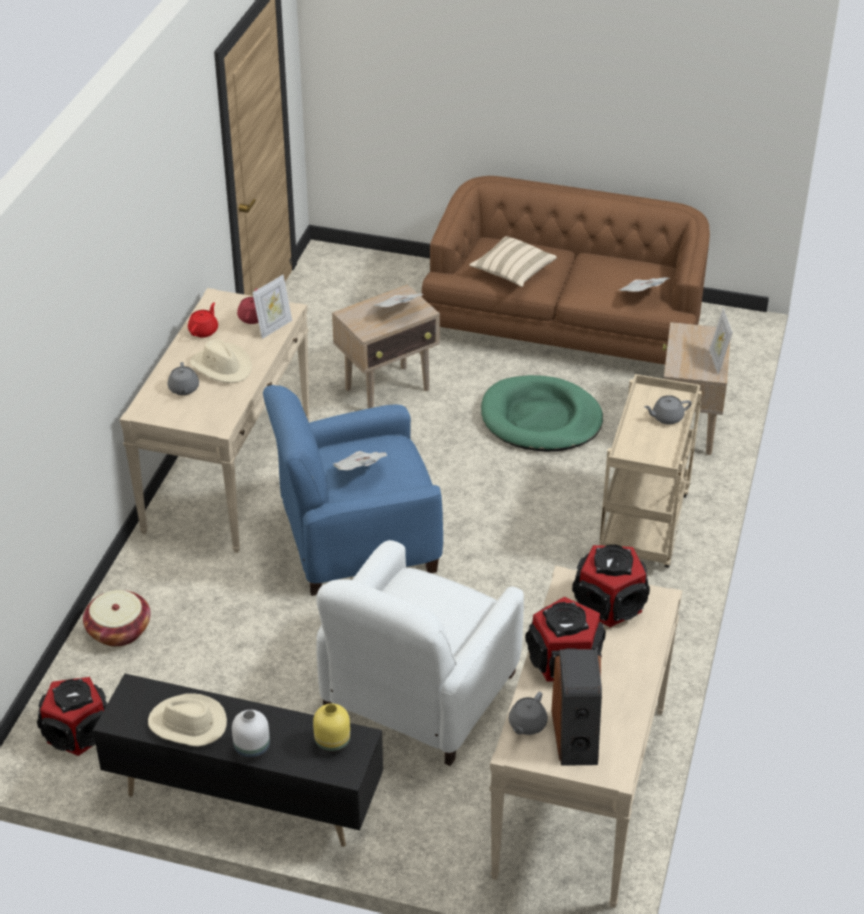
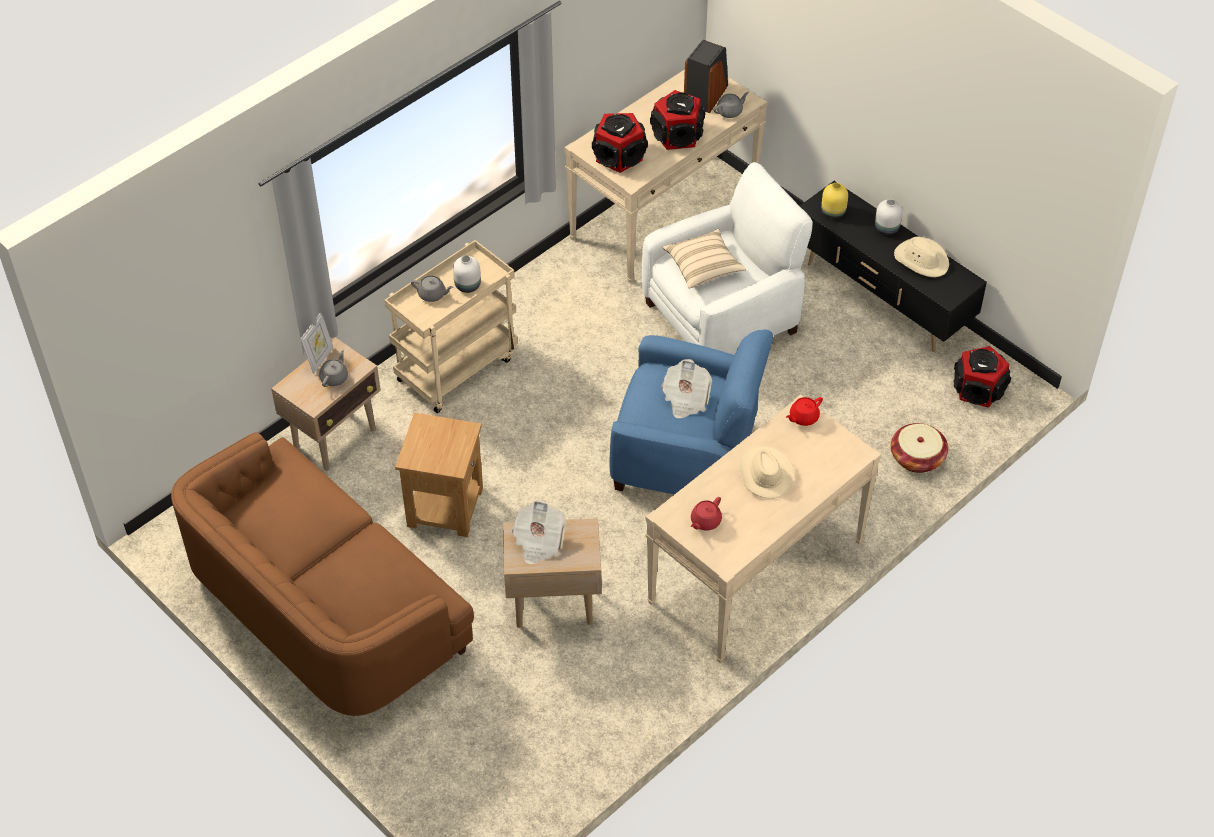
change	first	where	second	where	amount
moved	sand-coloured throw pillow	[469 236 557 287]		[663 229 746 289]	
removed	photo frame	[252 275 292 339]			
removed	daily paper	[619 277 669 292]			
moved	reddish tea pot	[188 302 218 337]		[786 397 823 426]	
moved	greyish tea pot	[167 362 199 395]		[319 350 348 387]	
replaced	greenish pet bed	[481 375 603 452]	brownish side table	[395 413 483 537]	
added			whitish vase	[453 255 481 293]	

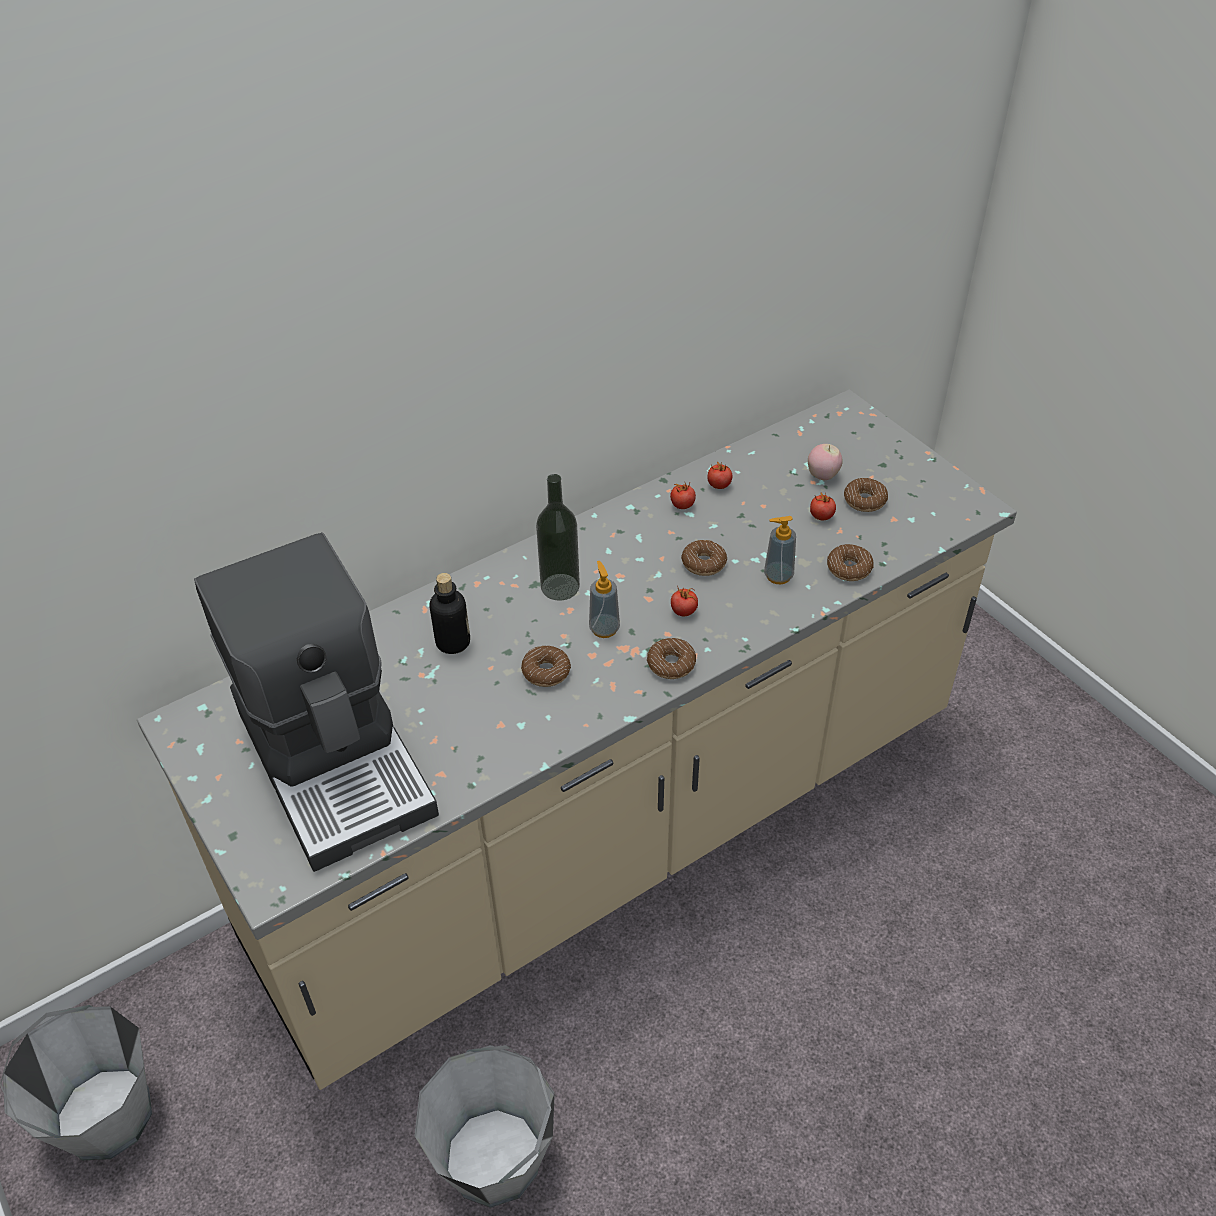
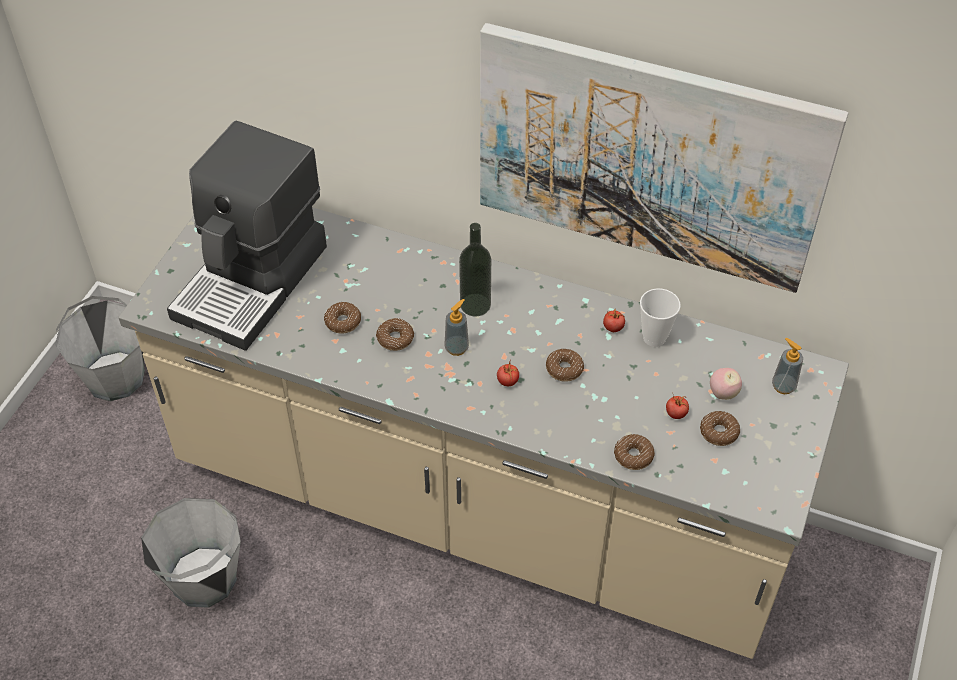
change	first	where	second	where	amount
replaced	whole tomato	[707 461 733 489]	small cup	[640 288 681 347]	
moved	soap dispenser	[764 516 796 584]		[772 338 803 394]	
removed	beverage bottle	[429 573 470 654]			
moved	doughnut	[647 638 696 679]		[324 302 361 334]	
added			wall art	[480 23 848 293]	

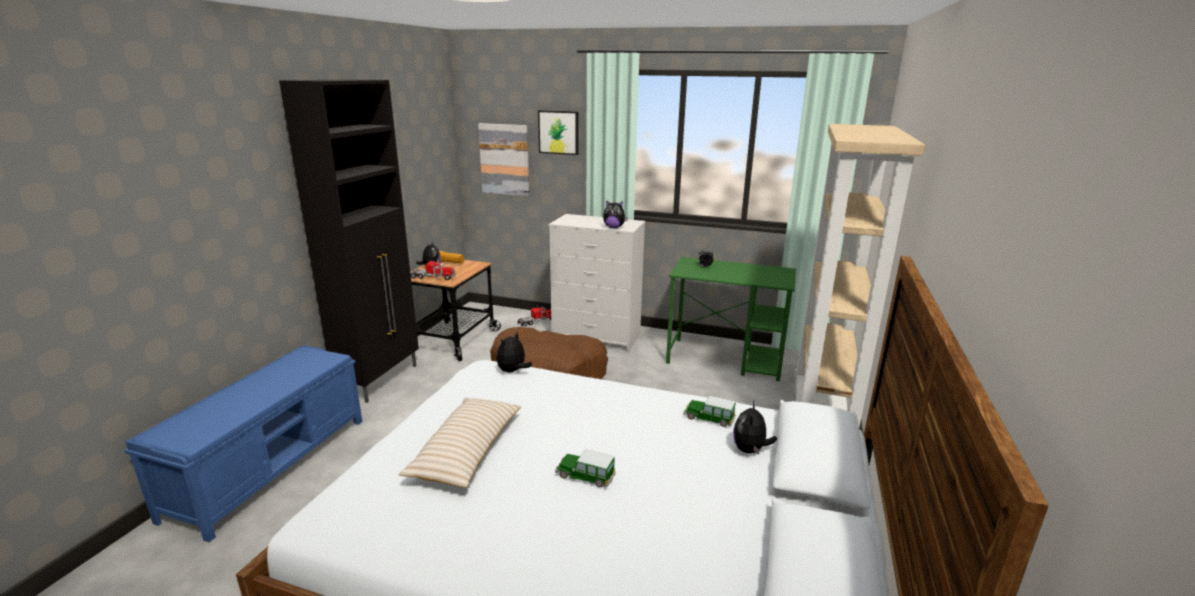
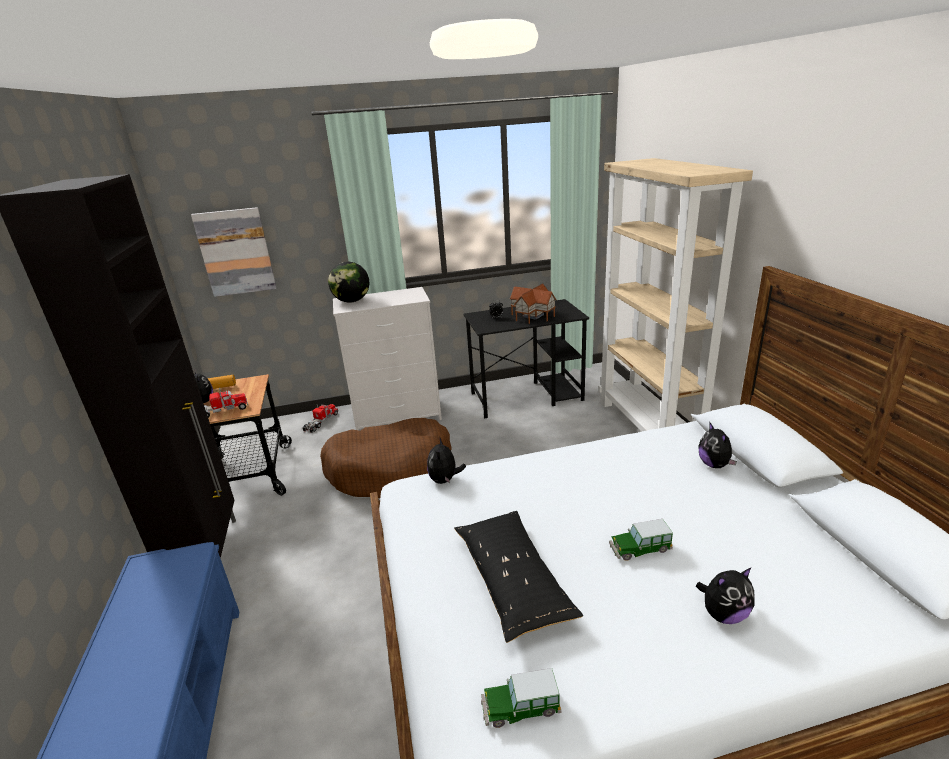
change	first	where	second	where	amount
removed	wall art	[538 110 579 155]			
moved	cuddly toy	[603 200 628 228]		[696 567 755 624]	
recoloured	greenish desk	[666 257 796 381]	black desk	[463 299 589 418]	
moved	model car	[683 396 736 427]		[481 668 561 728]	
recoloured	sand-coloured throw pillow	[398 397 521 488]	black throw pillow	[454 511 583 643]	
added			world globe	[328 262 369 302]	
added			miniature house	[510 283 557 324]	

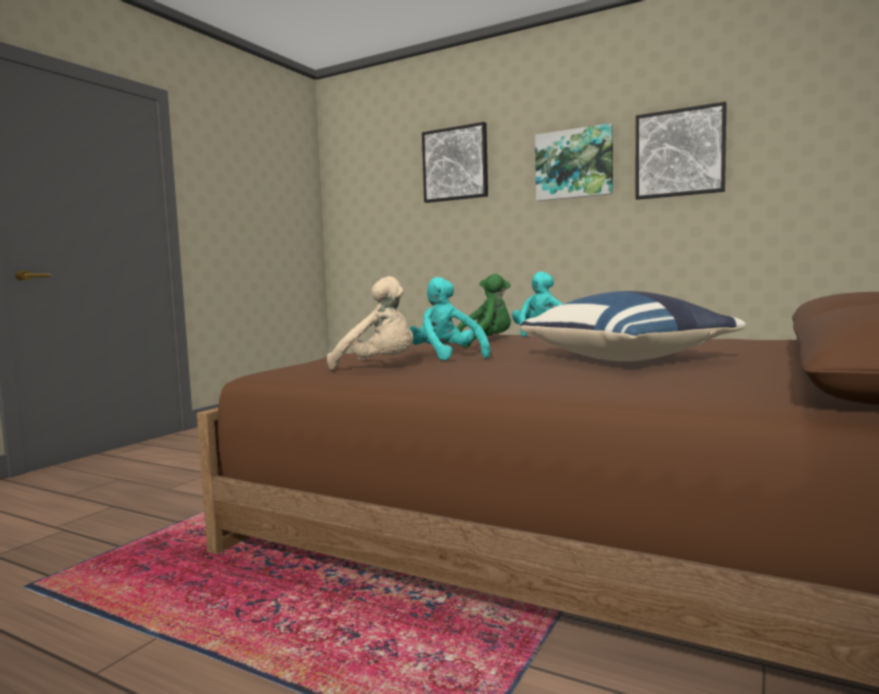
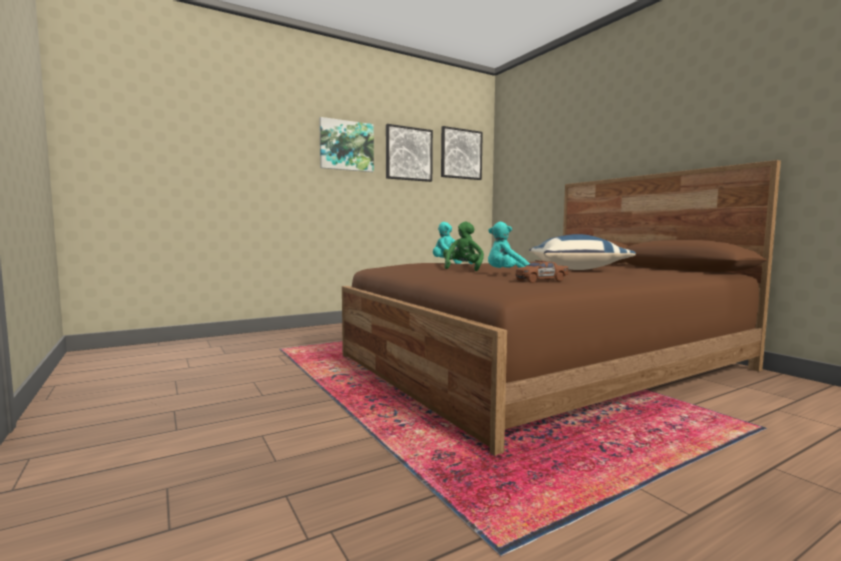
change	first	where	second	where	amount
moved	wall art	[422 122 488 203]		[441 126 483 180]	
replaced	sand-coloured cuddly toy	[327 276 414 370]	brownish model car	[515 260 569 283]	

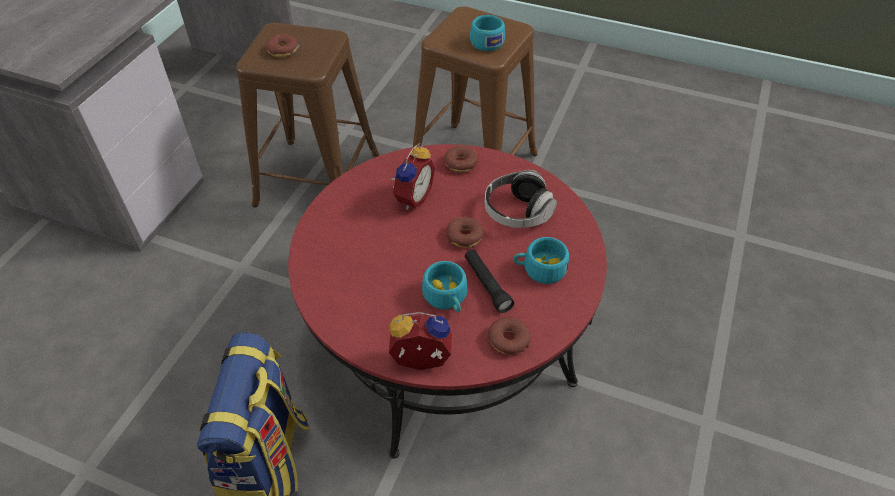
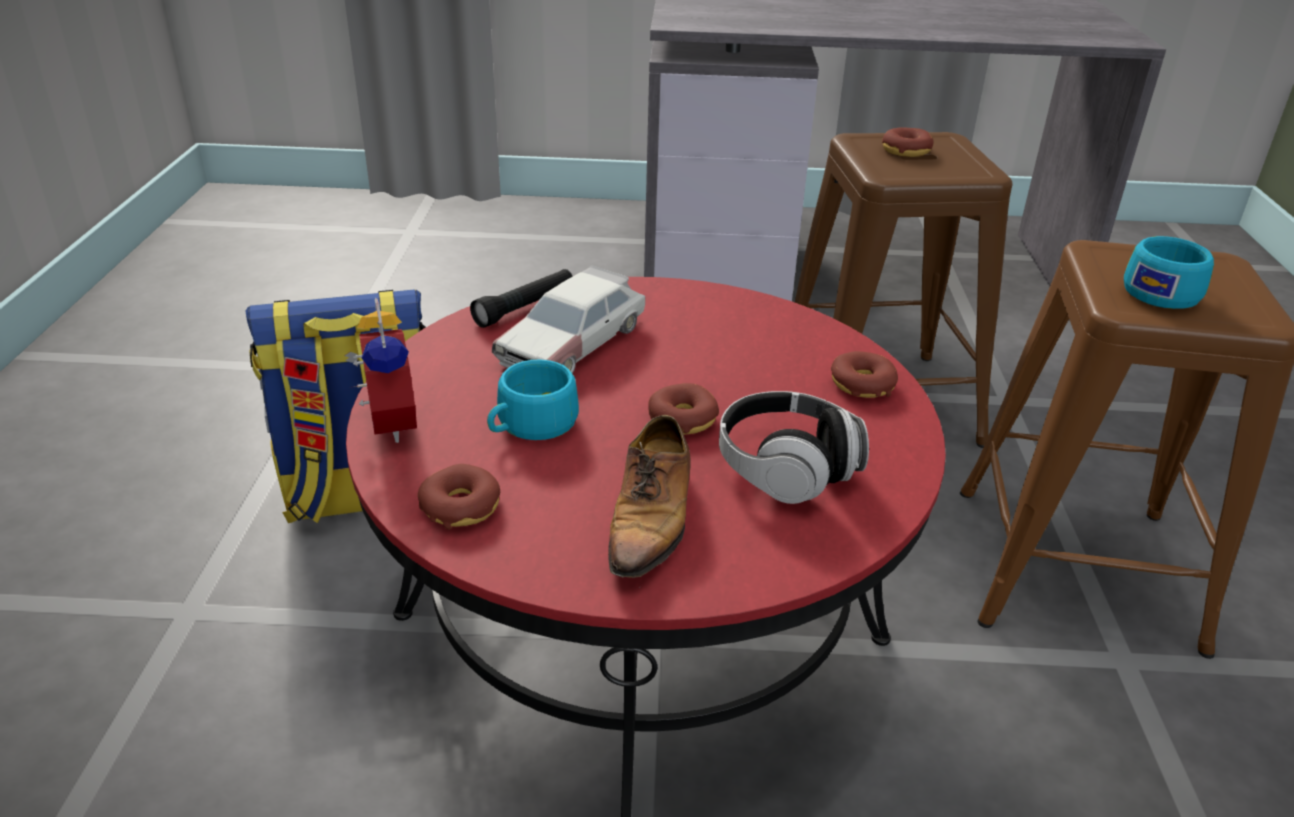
change	first	where	second	where	amount
removed	bedside clock	[390 143 435 210]			
replaced	turquoise-coloured small cup	[513 237 569 284]	item of footwear	[608 415 691 588]	
moved	black flashlight	[465 249 514 313]		[470 269 573 328]	
added			model car	[492 265 645 374]	

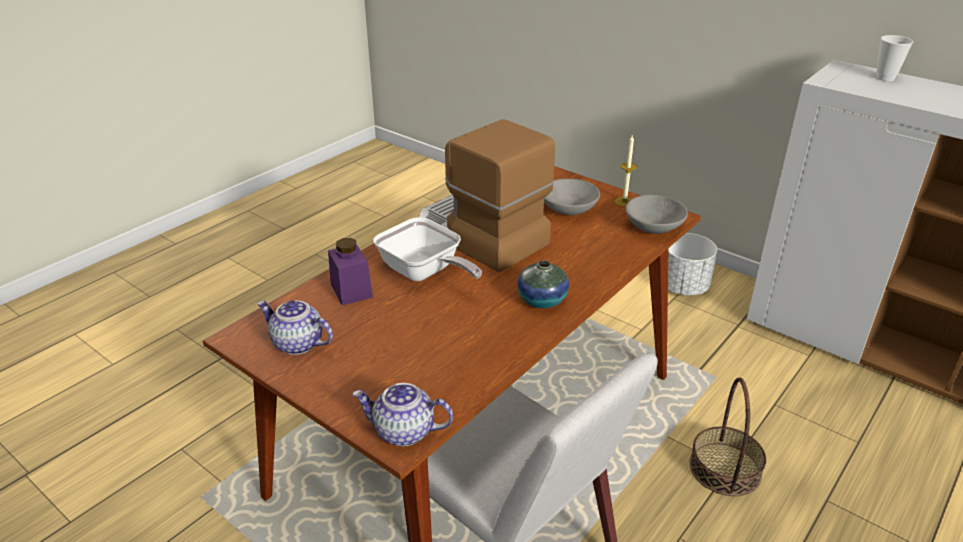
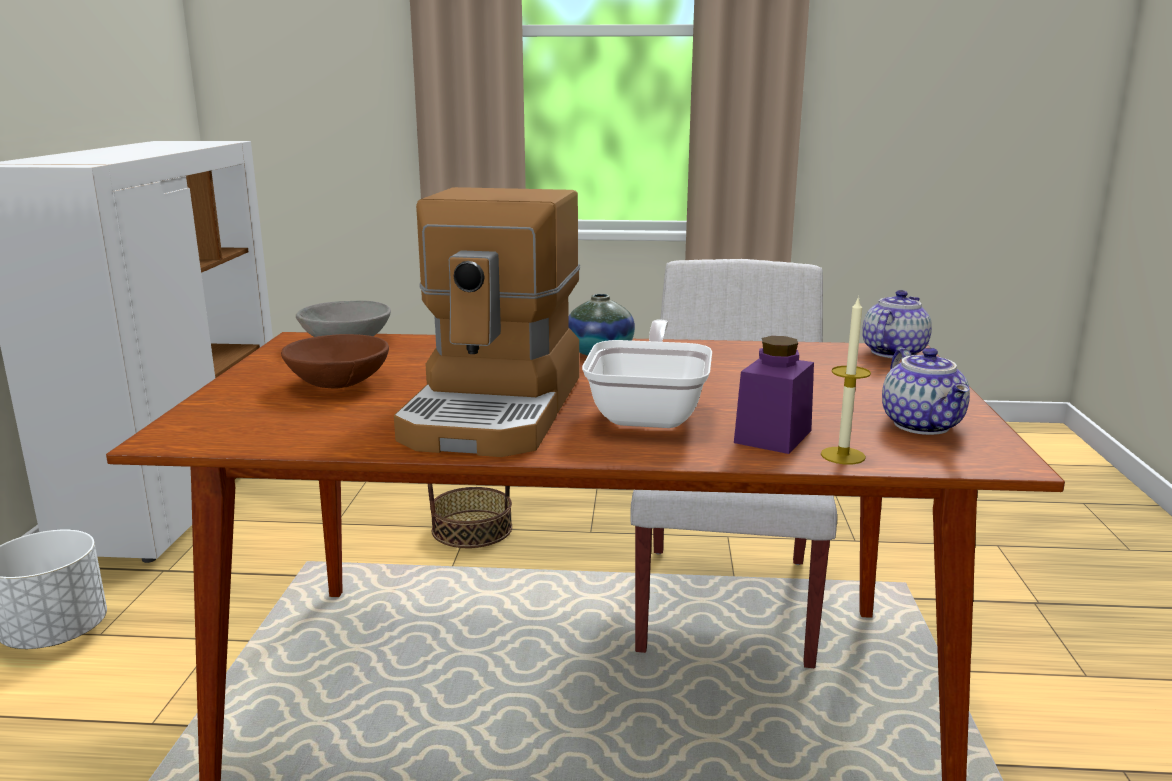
change	first	where	second	where	amount
removed	small cup	[876 35 913 81]			
moved	candle	[615 135 637 207]		[821 296 871 465]	
recoloured	greyish serving bowl	[544 179 600 215]	brownish serving bowl	[281 334 389 389]	
turned	tea pot	[352 383 453 446]		[862 290 932 359]	120 degrees counterclockwise

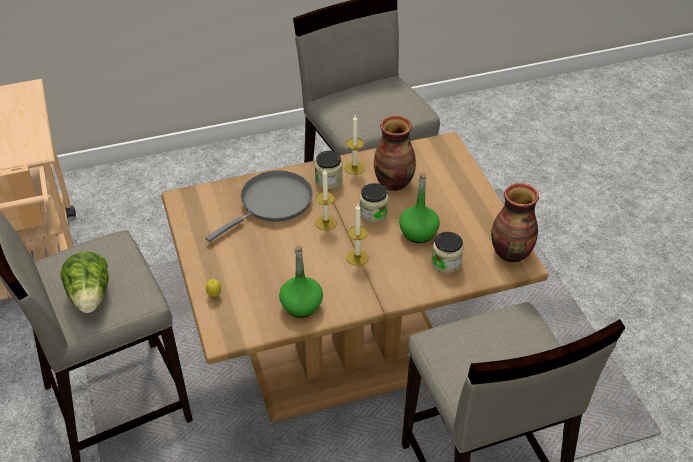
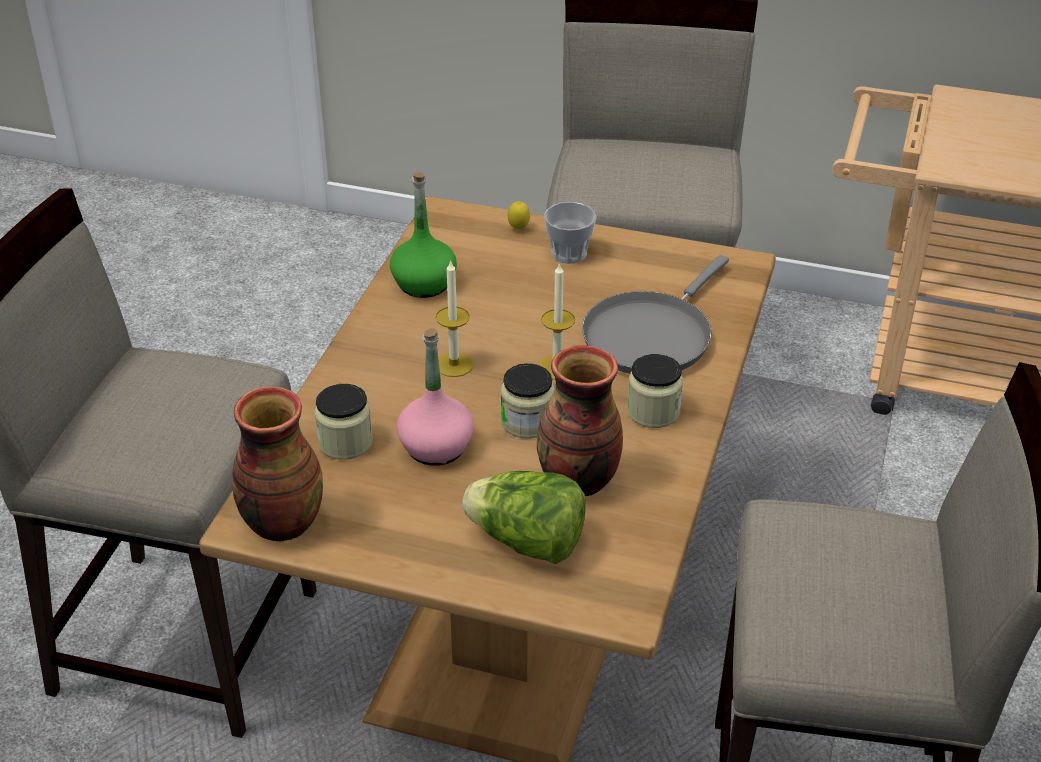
change	first	where	second	where	amount
removed	candle	[345 115 365 175]			
turned	greyish pan	[205 171 313 242]		[582 255 729 374]	45 degrees clockwise
recoloured	greenish beverage bottle	[399 172 440 243]	pinkish beverage bottle	[397 329 474 466]	
moved	lettuce head	[61 252 109 313]		[462 471 585 564]	
added			small cup	[544 202 596 264]	

